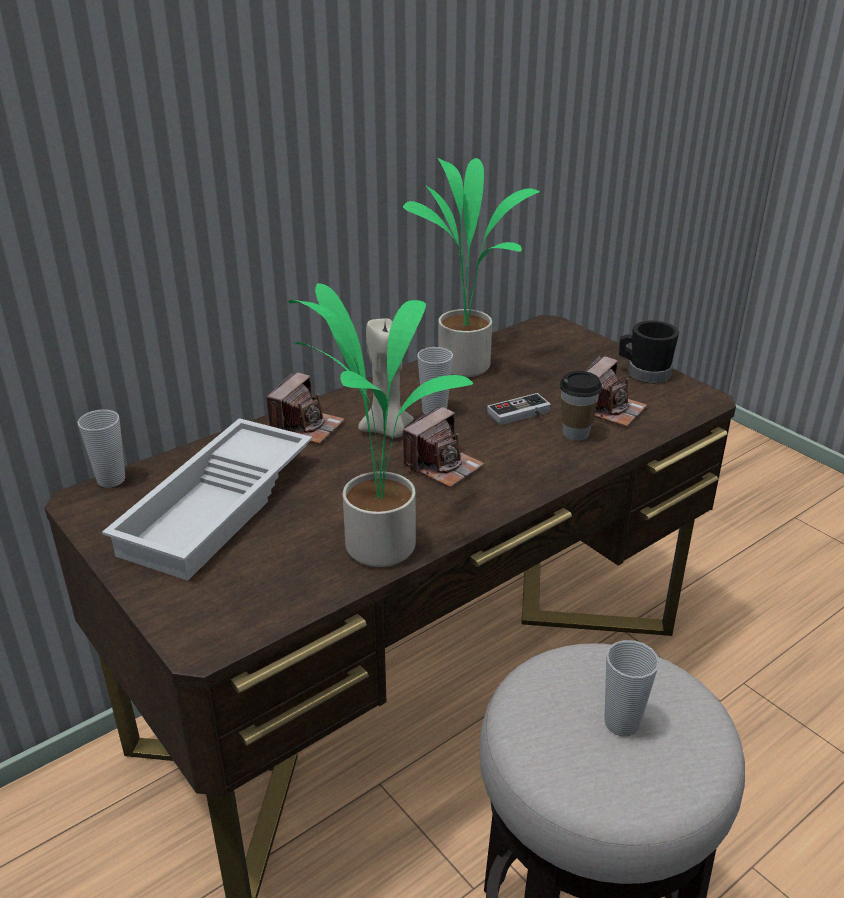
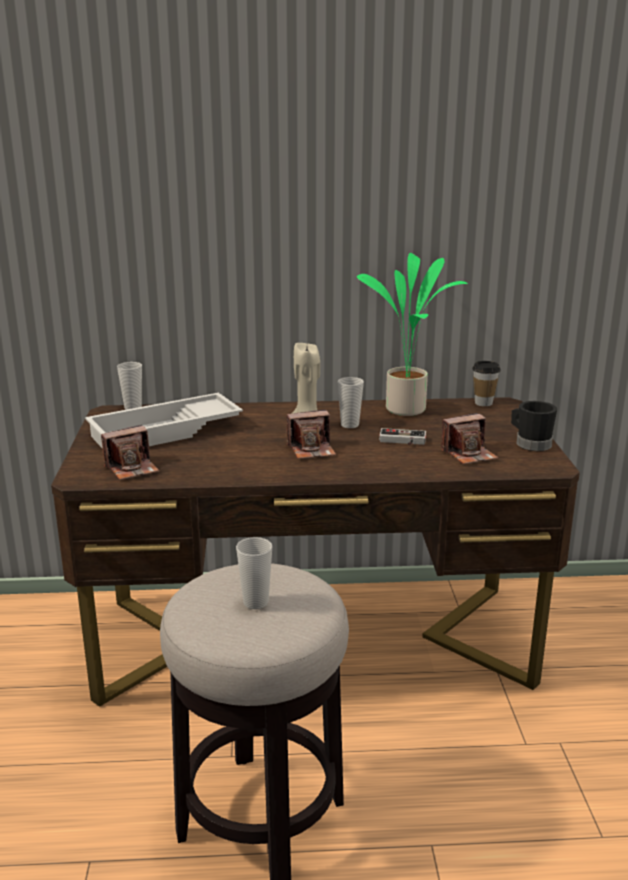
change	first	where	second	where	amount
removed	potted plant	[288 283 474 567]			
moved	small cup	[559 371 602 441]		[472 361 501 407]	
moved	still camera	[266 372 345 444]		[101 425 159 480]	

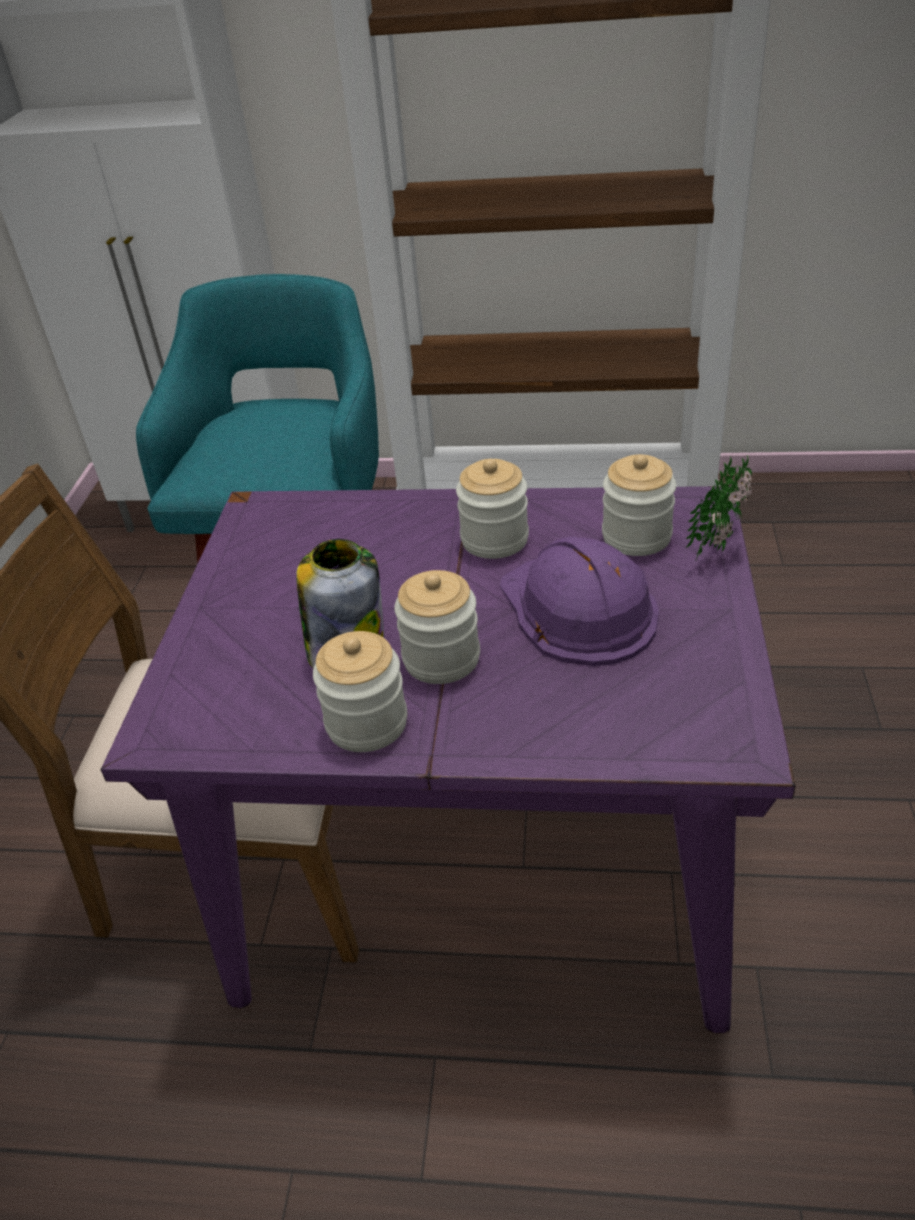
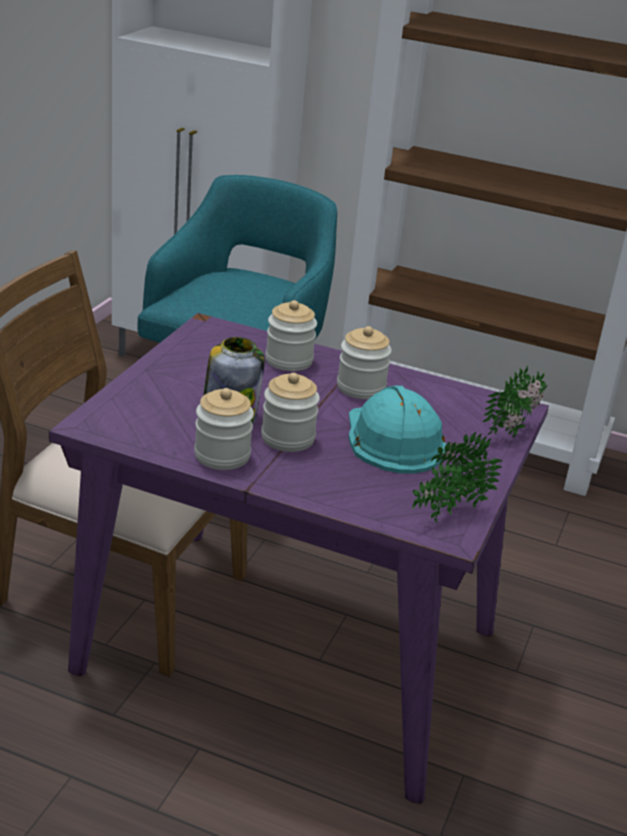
change	first	where	second	where	amount
moved	storage jar	[602 454 676 556]		[265 300 317 371]	
recoloured	purplish safety helmet	[500 536 659 666]	turquoise-coloured safety helmet	[348 386 446 474]	
added			potted plant	[412 432 502 523]	

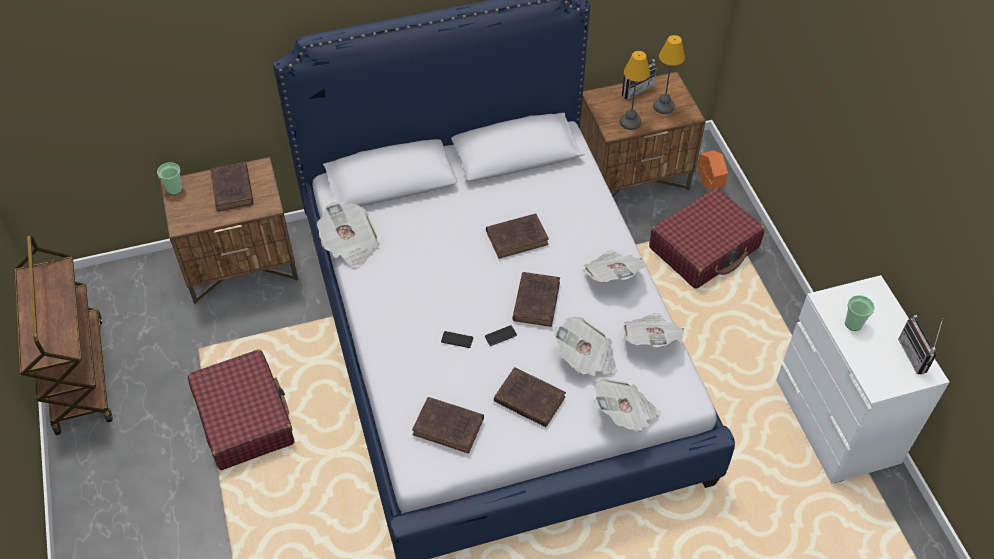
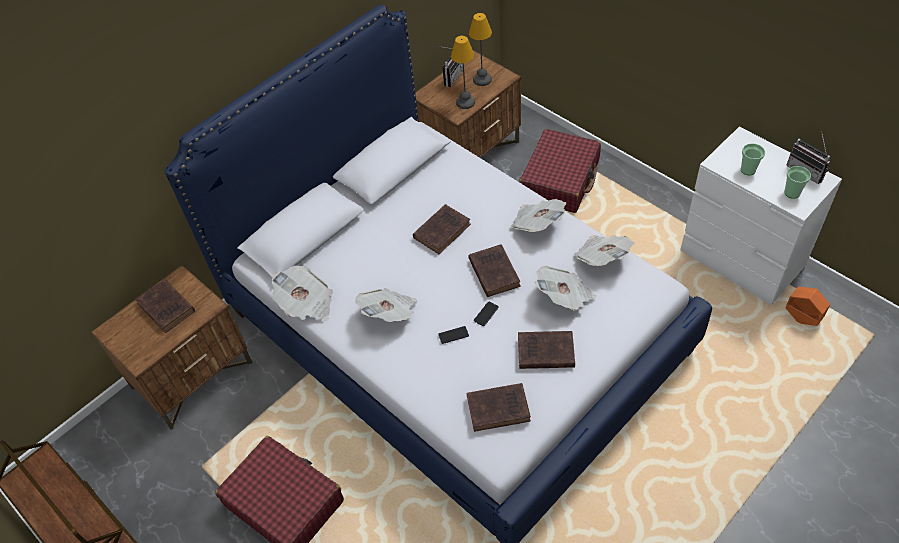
change	first	where	second	where	amount
moved	orange plant pot	[697 150 728 190]		[785 287 830 326]	
moved	small cup	[157 162 182 195]		[784 166 811 199]	
moved	daily paper	[594 378 661 432]		[355 288 417 322]	

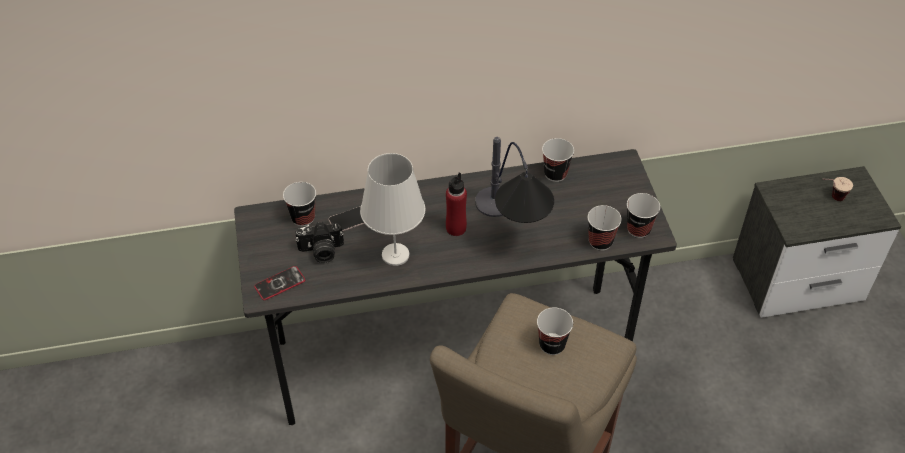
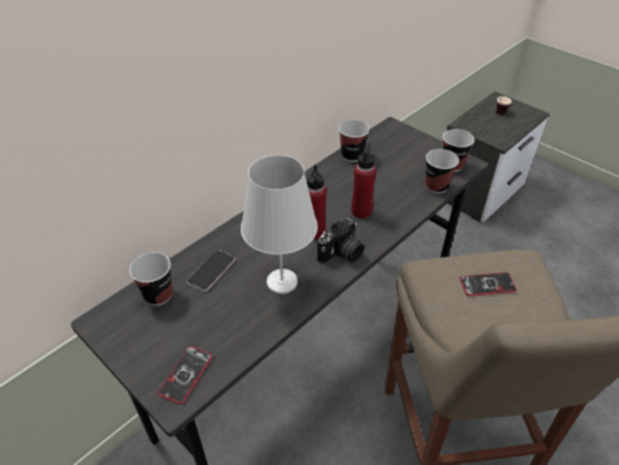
change	first	where	second	where	amount
replaced	lamp for a table	[475 137 554 223]	reddish beverage bottle	[351 143 376 219]	
moved	still camera	[295 222 344 263]		[317 217 364 263]	
replaced	small cup	[537 307 573 355]	telephone	[459 272 517 296]	

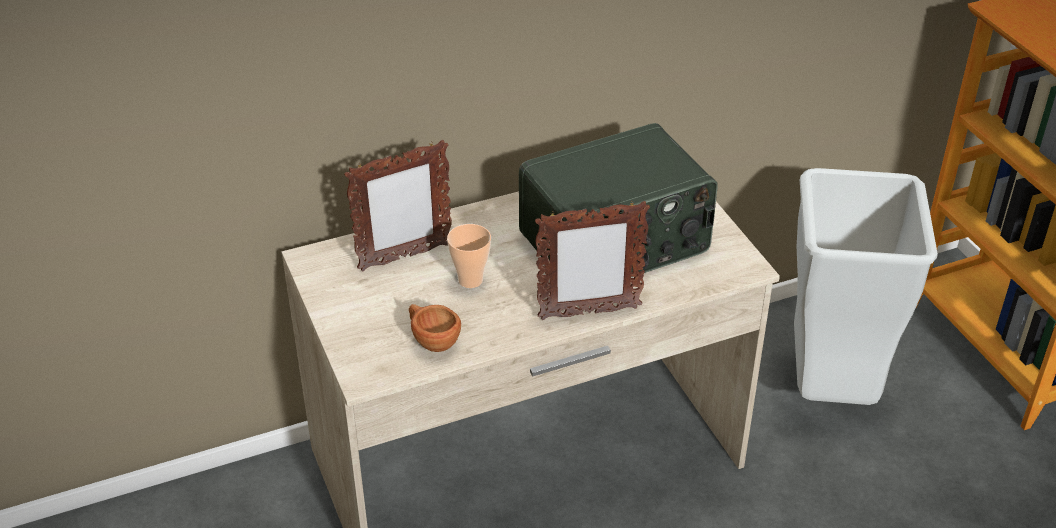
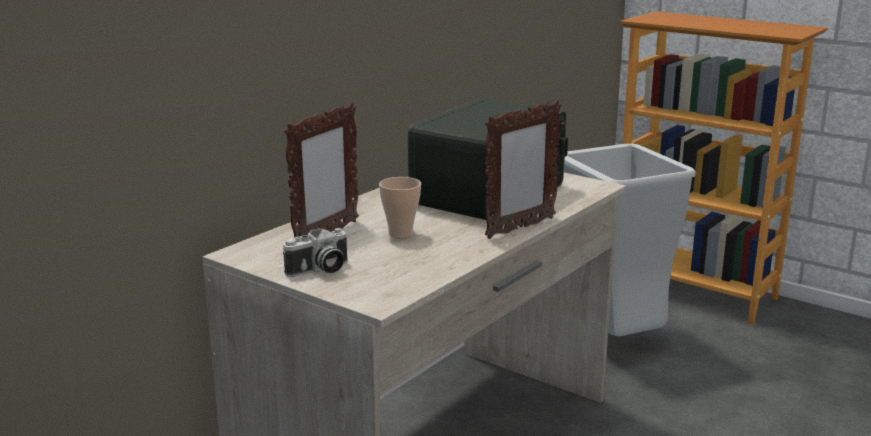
change	first	where	second	where	amount
removed	brownish small cup	[409 304 461 352]			
added			still camera	[283 228 347 277]	

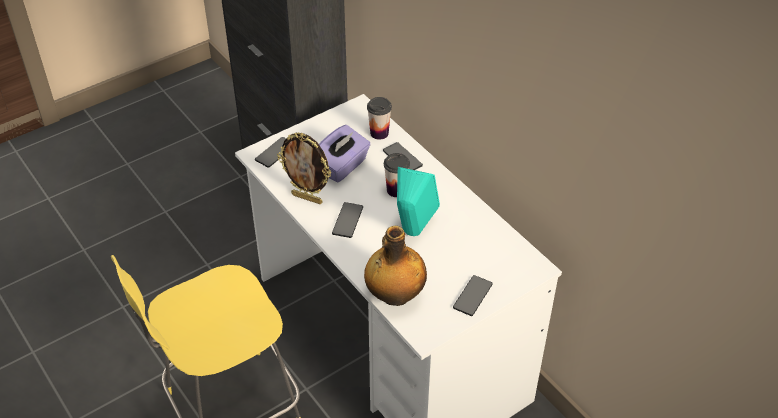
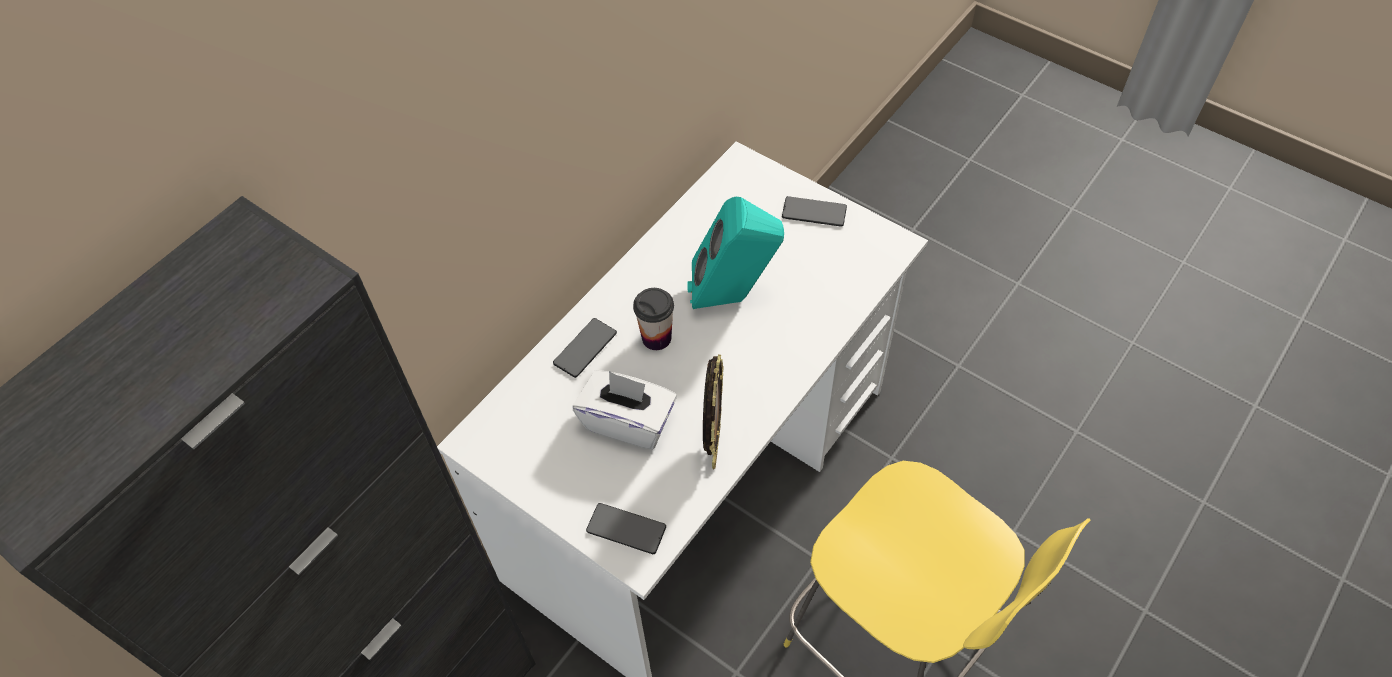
change	first	where	second	where	amount
removed	small cup	[367 97 392 140]			
recoloured	purplish tissue box	[319 125 371 183]	whitish tissue box	[573 370 677 450]	
removed	telephone	[332 202 363 238]			
removed	beverage bottle	[364 226 427 306]			

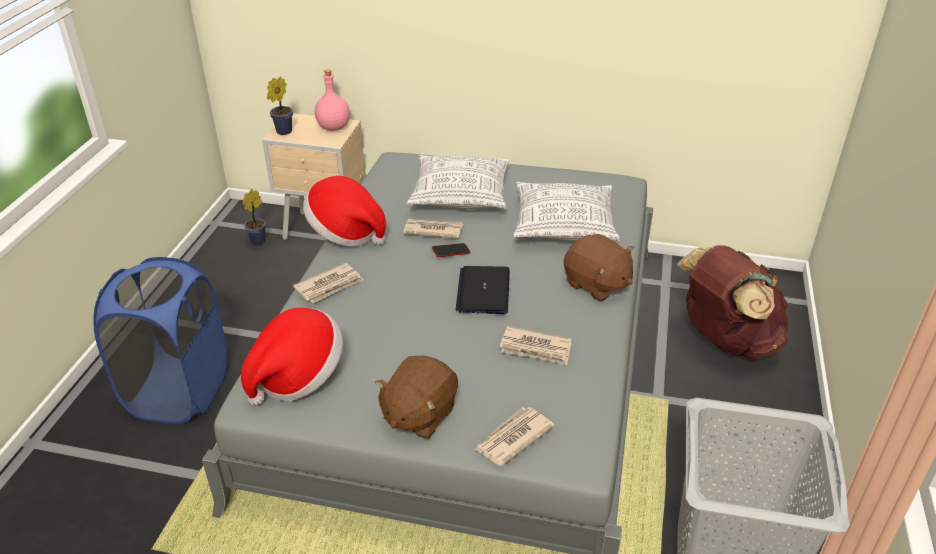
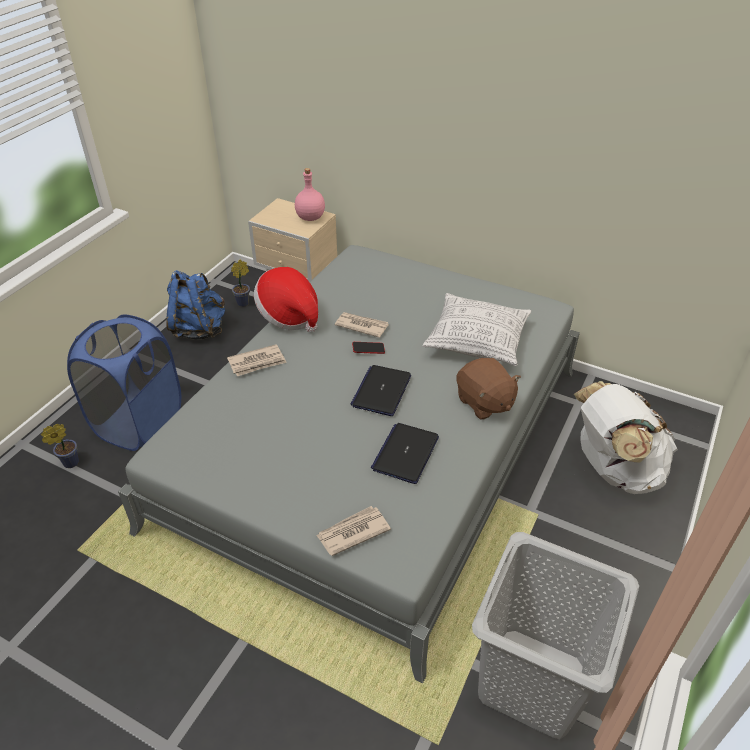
change	first	where	second	where	amount
moved	potted plant	[267 77 293 135]		[41 424 79 468]	
removed	throw pillow	[407 155 510 209]			
recoloured	brownish rucksack	[677 245 789 359]	whitish rucksack	[574 381 678 494]	
removed	clothing hat	[241 308 343 405]			
replaced	daily paper	[500 326 572 365]	notebook computer	[371 423 439 484]	
removed	brownish cuddly toy	[375 356 458 439]			
added			blue-coloured rucksack	[166 270 225 340]	

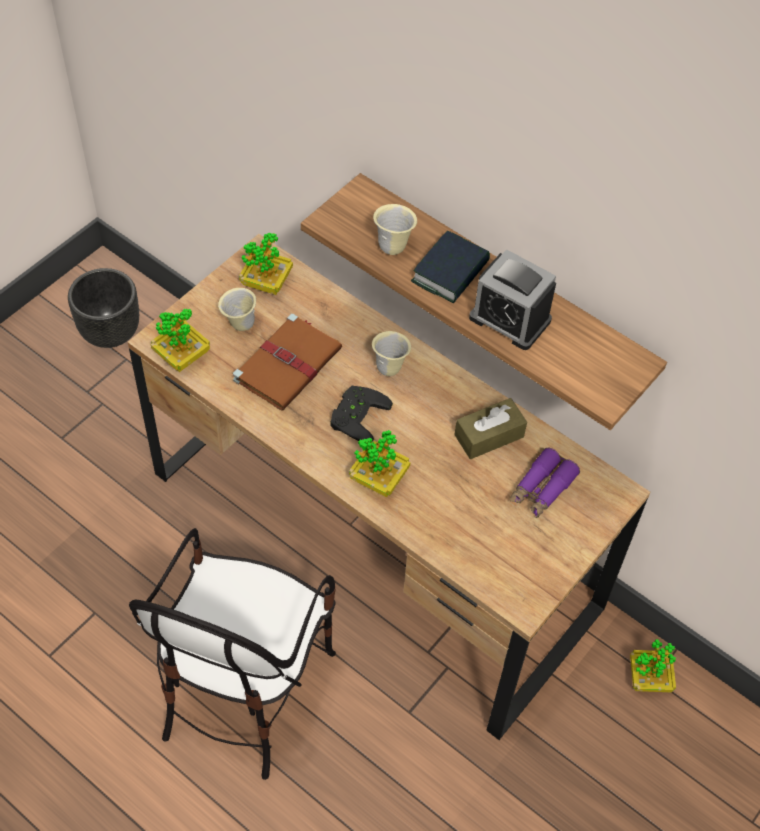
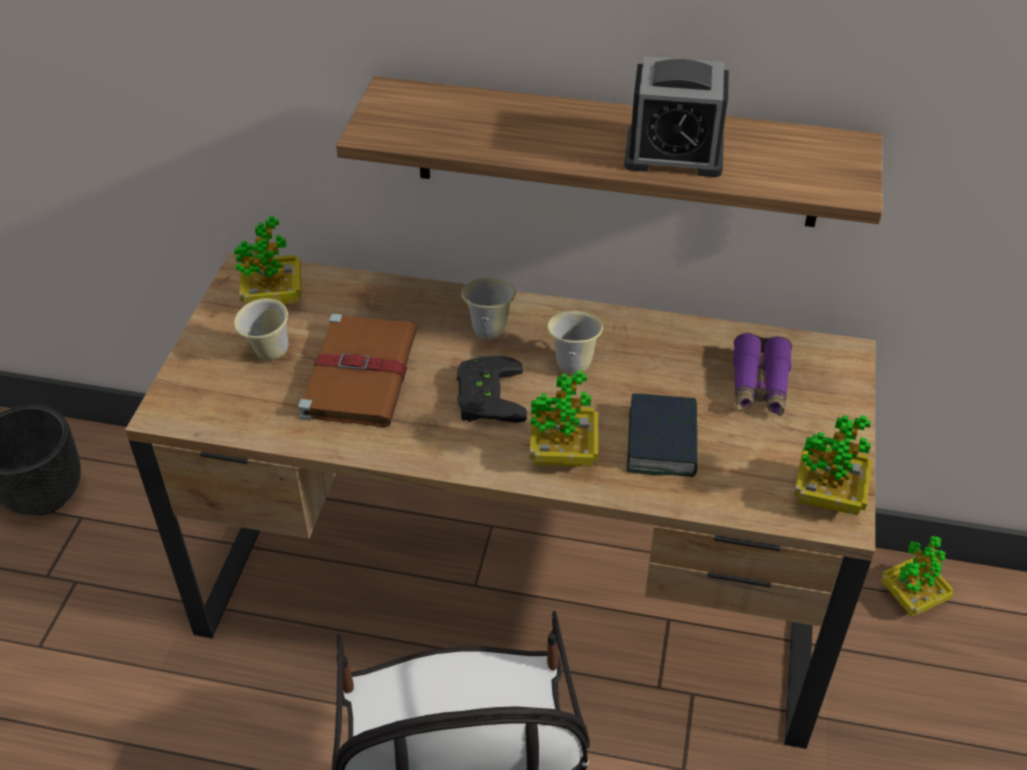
change	first	where	second	where	amount
moved	sand-coloured mug	[373 204 417 255]		[547 311 603 374]	
moved	book	[411 230 490 303]		[626 393 697 477]	
moved	potted plant	[151 308 210 372]		[794 415 873 516]	
removed	brownish tissue box	[455 398 527 459]			

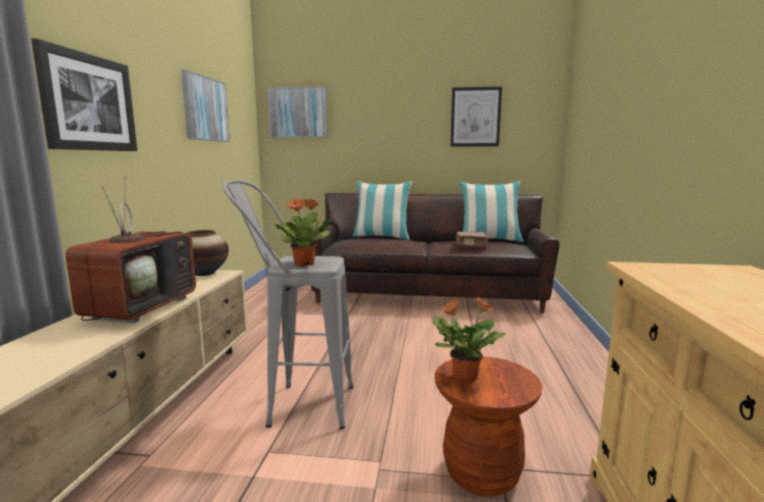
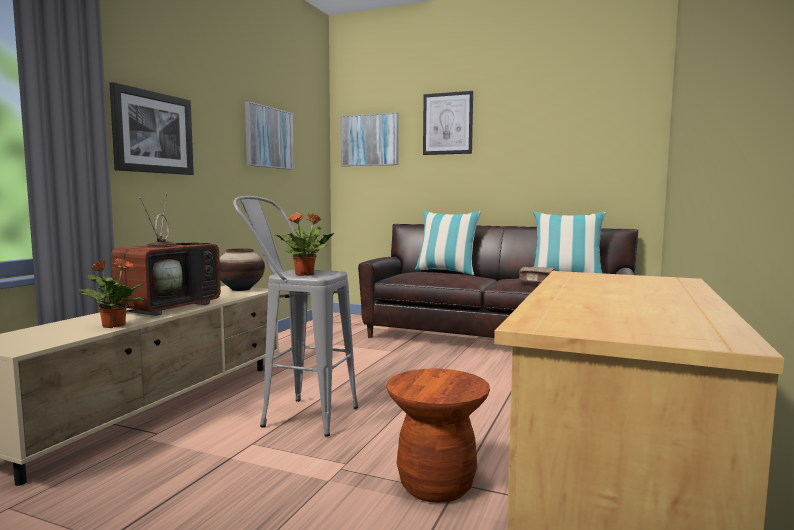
change	first	where	second	where	amount
moved	wall art	[451 87 502 147]		[423 91 473 155]	
moved	potted plant	[432 297 506 382]		[77 258 145 328]	

